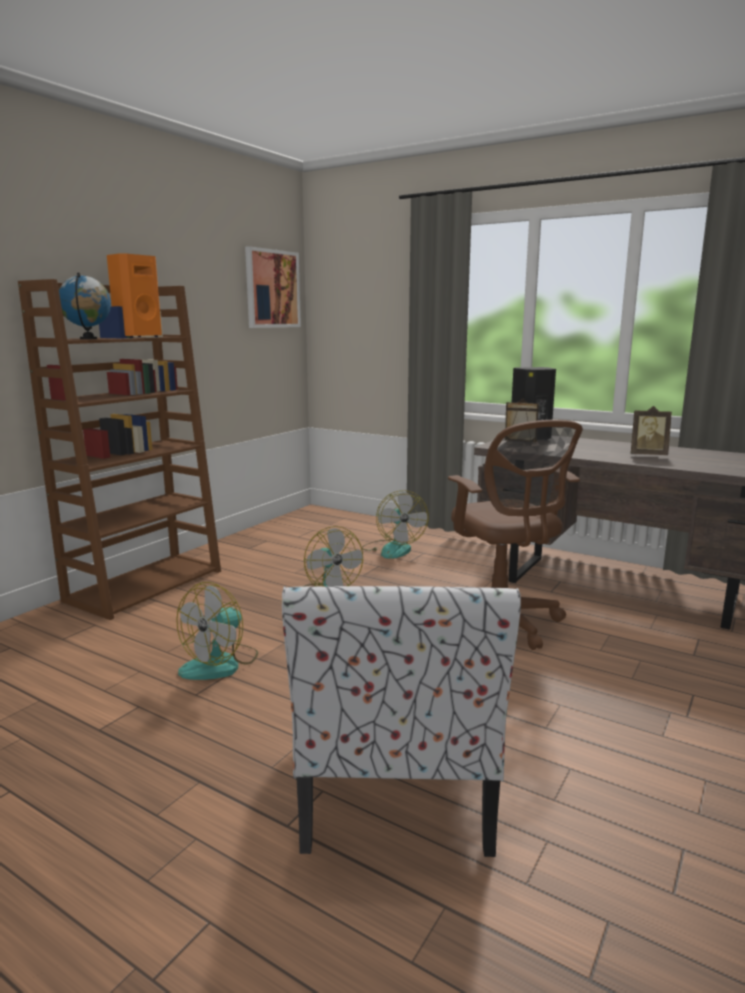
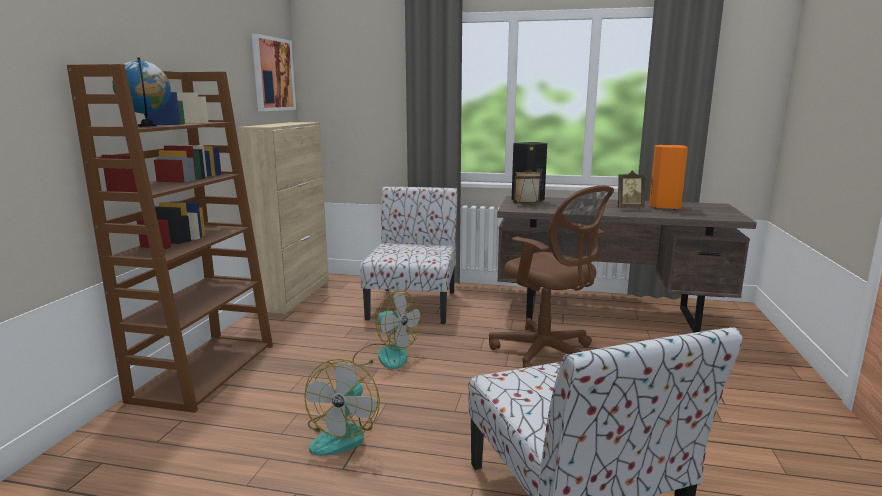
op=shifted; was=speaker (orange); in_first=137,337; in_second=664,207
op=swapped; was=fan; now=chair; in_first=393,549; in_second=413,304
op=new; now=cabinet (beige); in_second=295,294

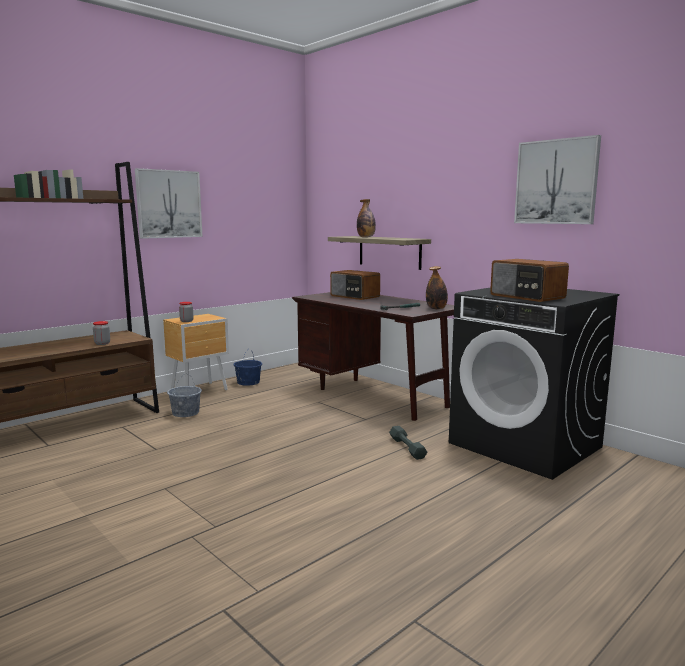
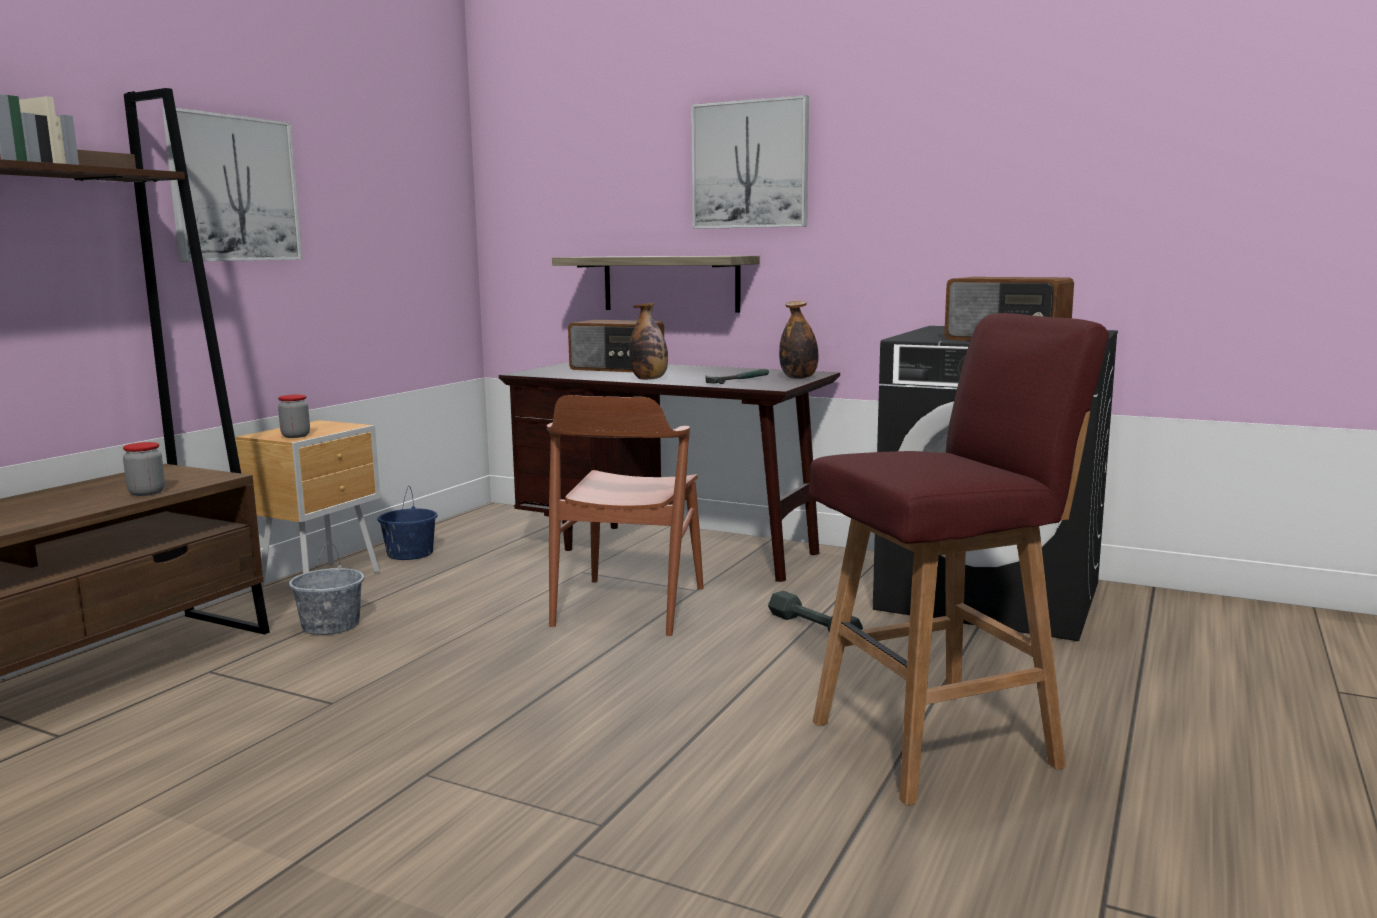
op=shifted; was=picture; in_first=556,182; in_second=750,165
op=shifted; was=bottle; in_first=366,237; in_second=649,379
op=new; now=stool (red); in_second=939,743
op=new; now=chair (brown); in_second=629,606

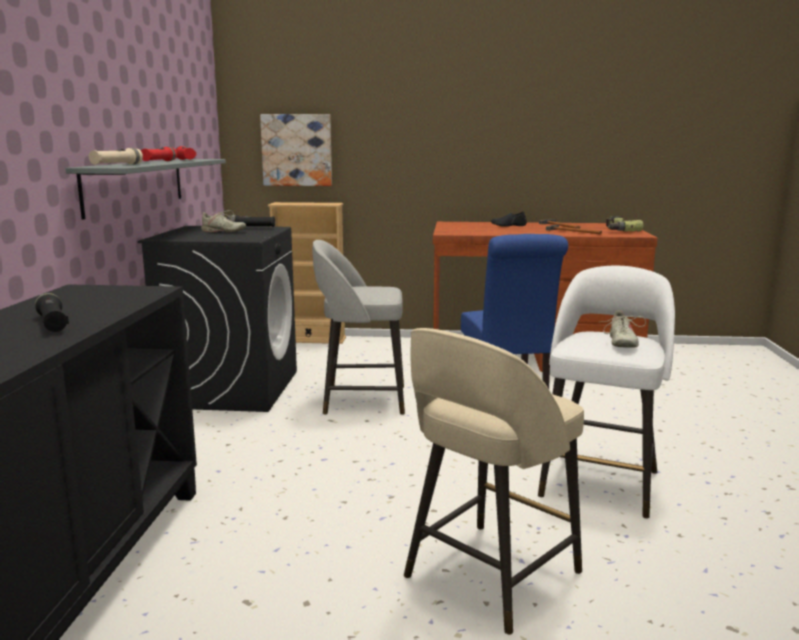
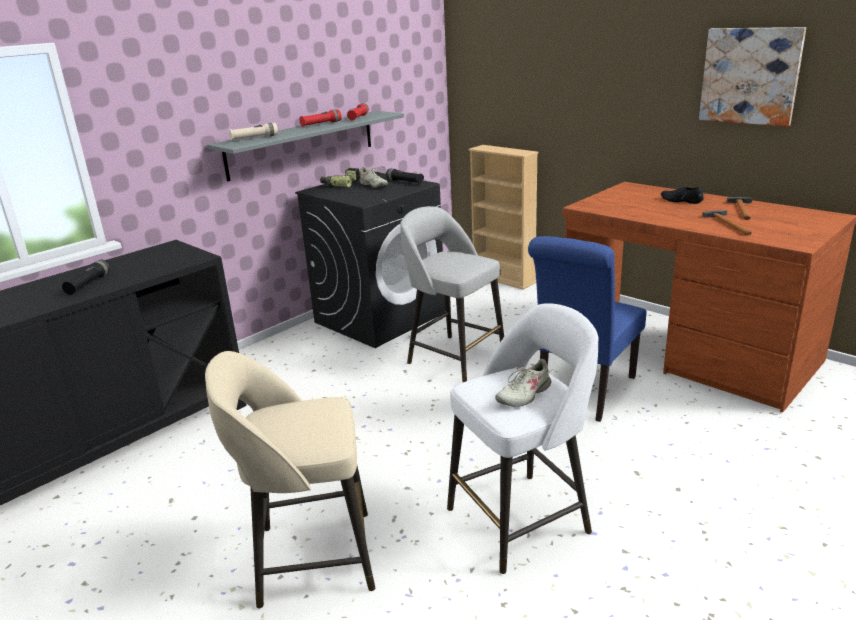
op=shifted; was=picture; in_first=297,150; in_second=750,76
op=shifted; was=power drill; in_first=617,230; in_second=341,183

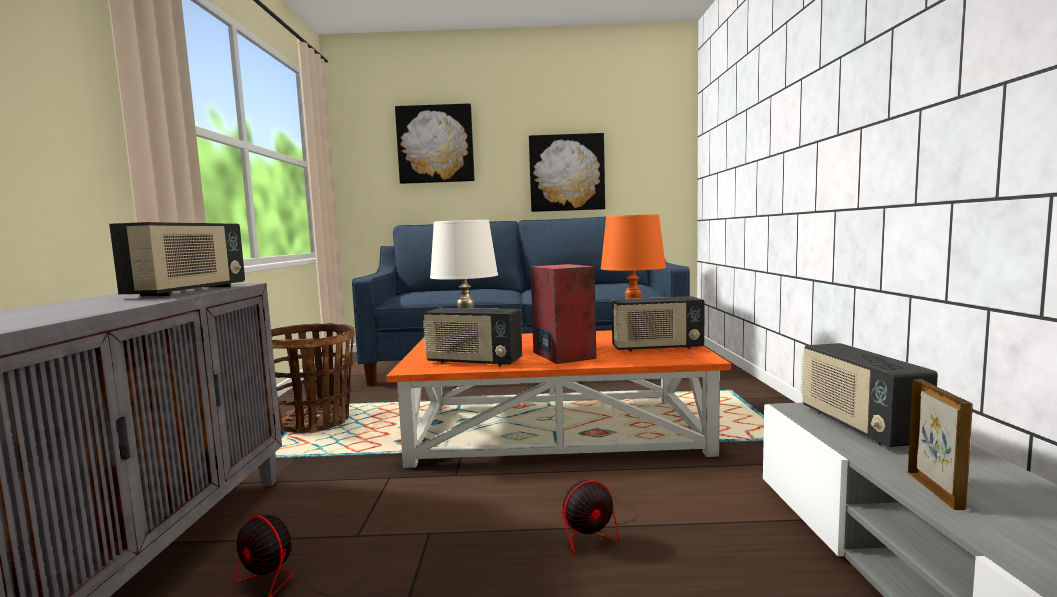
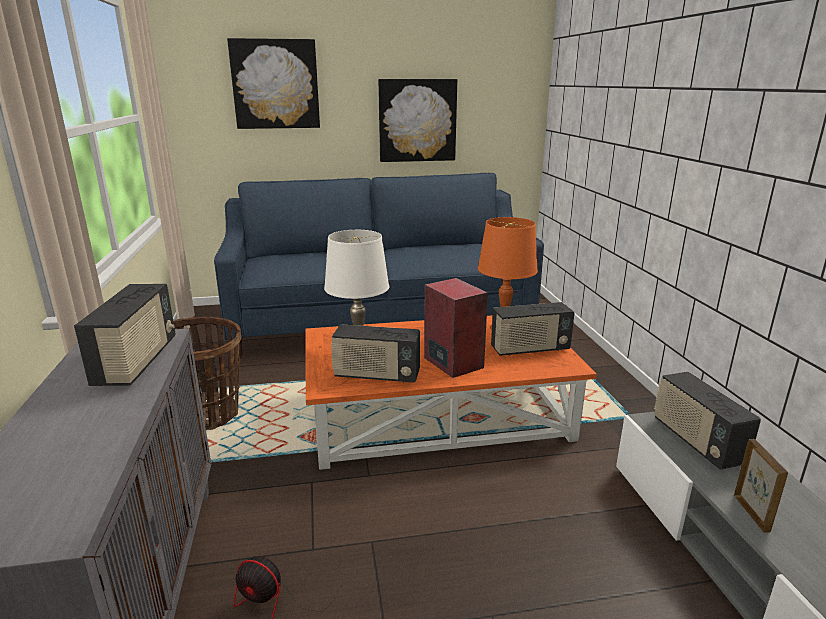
op=gone; was=fan; in_first=594,527

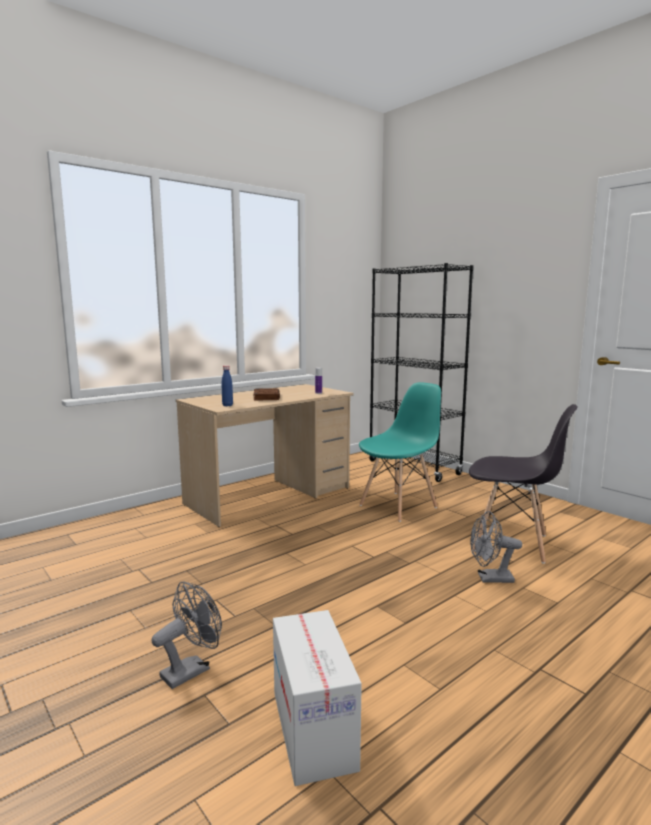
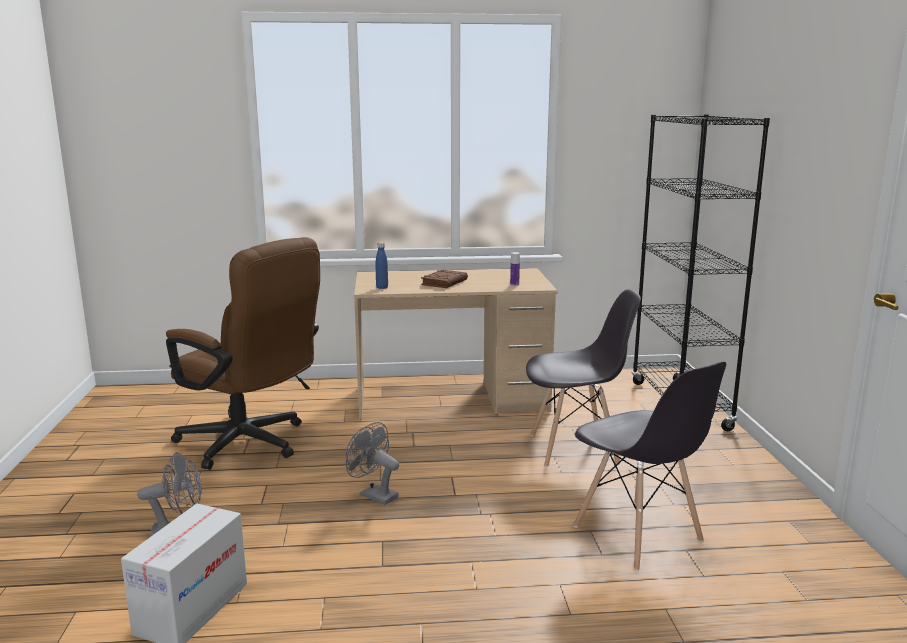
op=repainted; was=chair (turquoise); now=chair (grey); in_first=398,506; in_second=575,449
op=shifted; was=fan (grey); in_first=490,578; in_second=373,495
op=new; now=office chair (brown); in_second=250,444

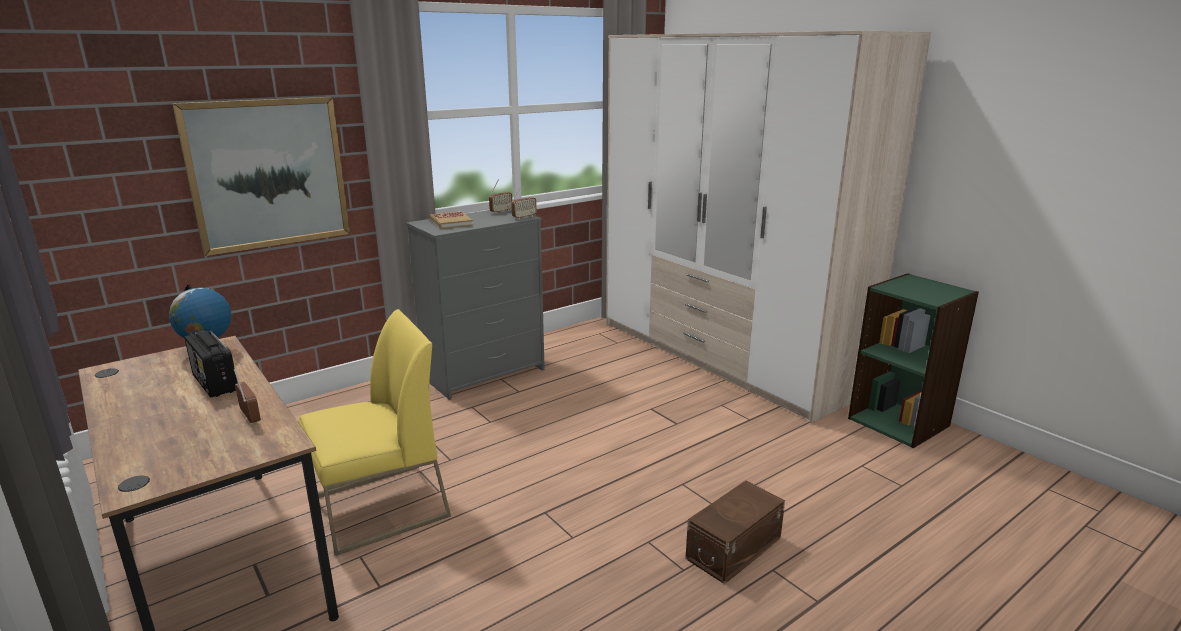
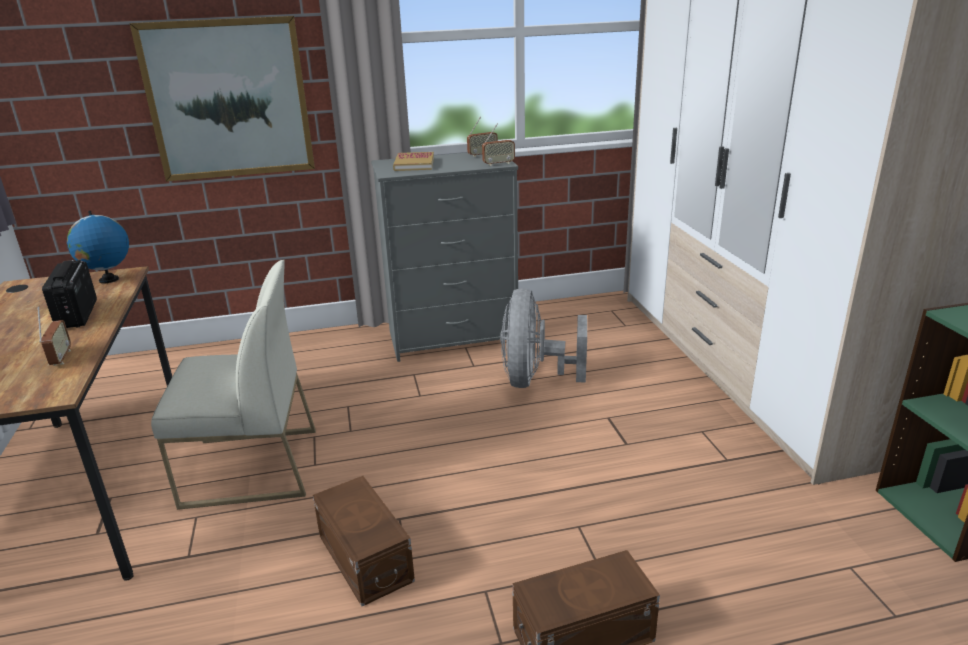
op=repainted; was=chair (yellow); now=chair (white); in_first=379,508; in_second=250,468
op=new; now=fan (grey); in_second=535,379
op=new; now=storage box (brown); in_second=364,559

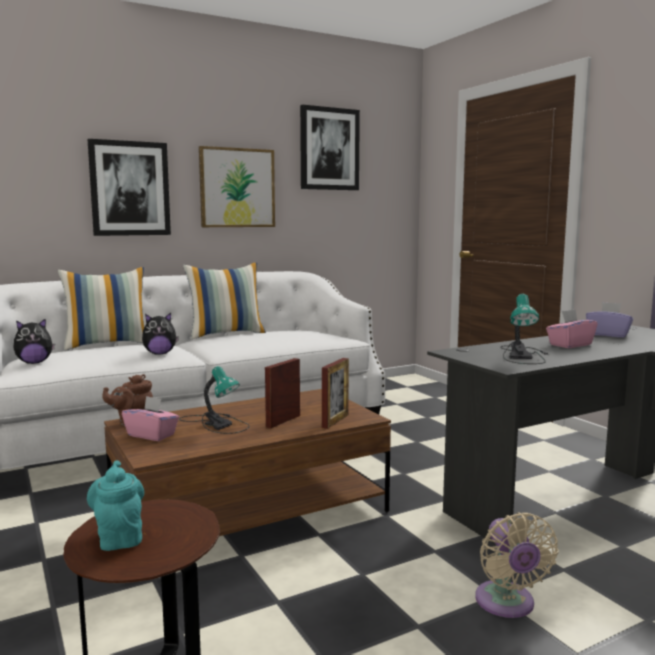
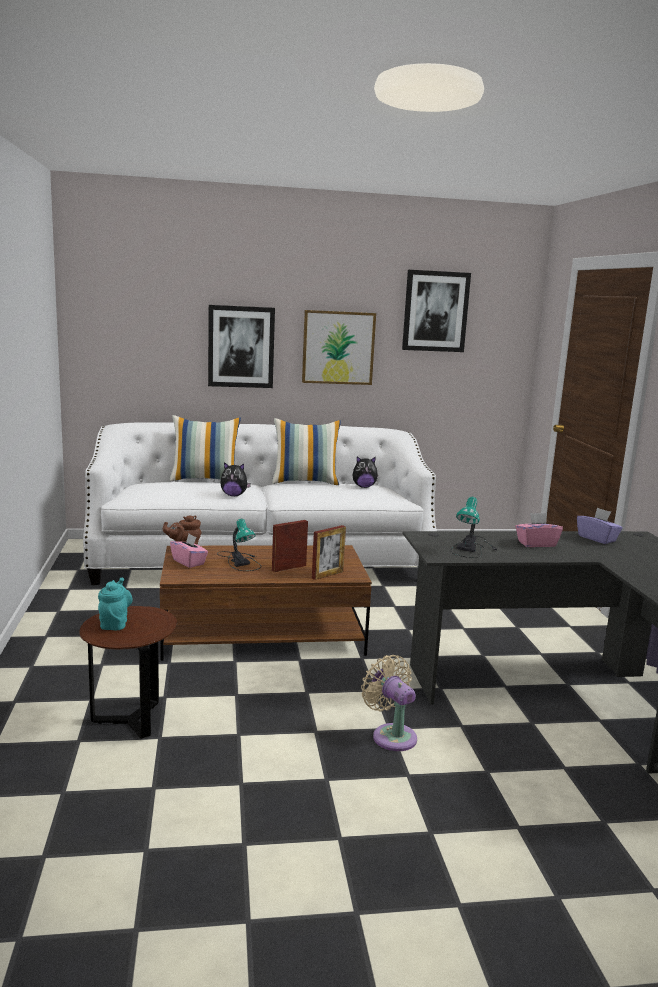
op=shifted; was=plush toy; in_first=34,363; in_second=364,487
op=rotated; was=fan (beige); in_first=507,604; in_second=391,735; clockwise=135

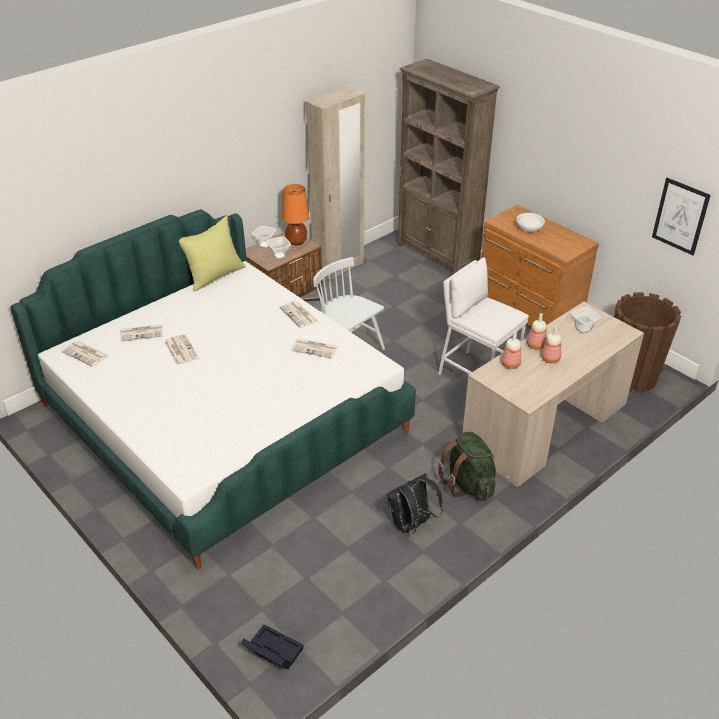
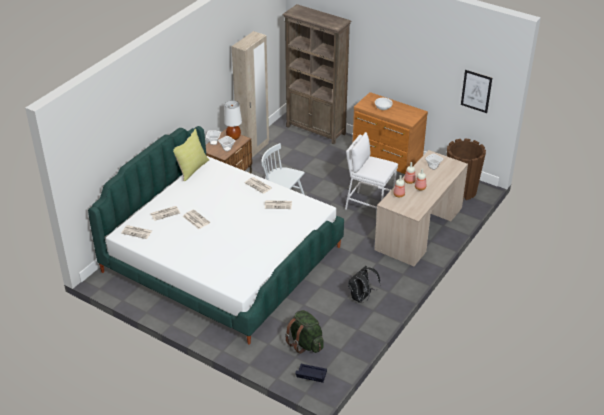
op=repainted; was=table lamp (orange); now=table lamp (white); in_first=296,241; in_second=233,137
op=shifted; was=backpack (green); in_first=468,484; in_second=305,343

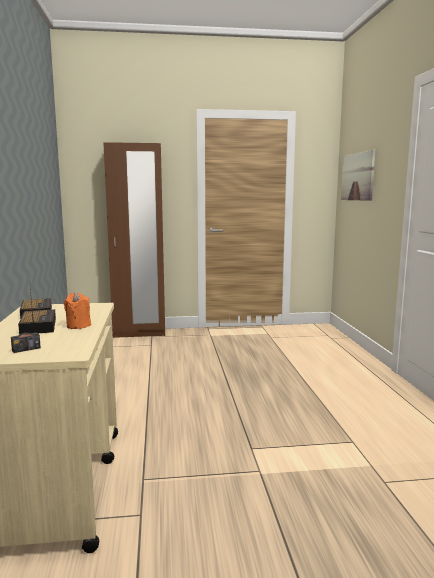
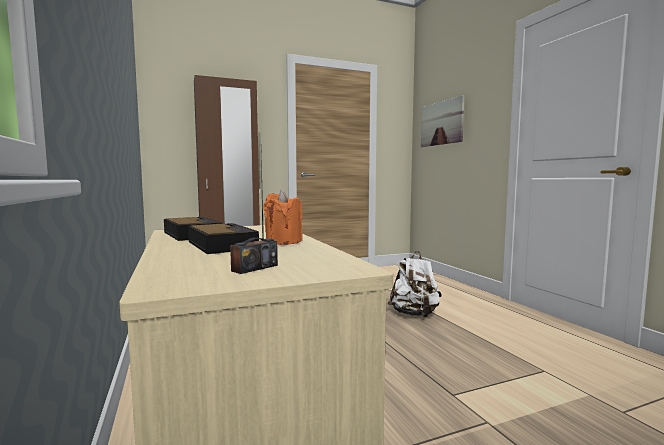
op=new; now=backpack (white); in_second=414,314

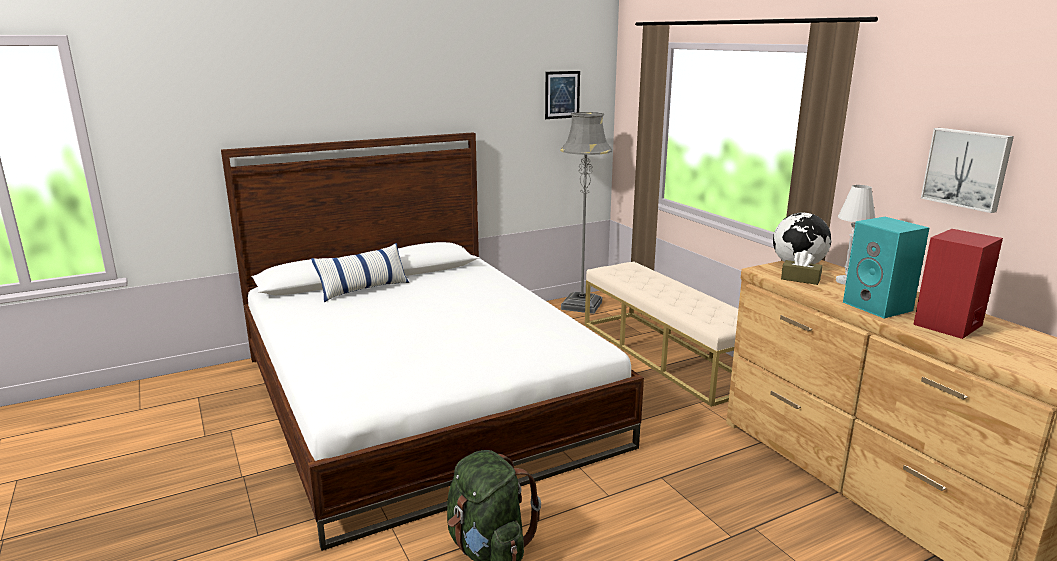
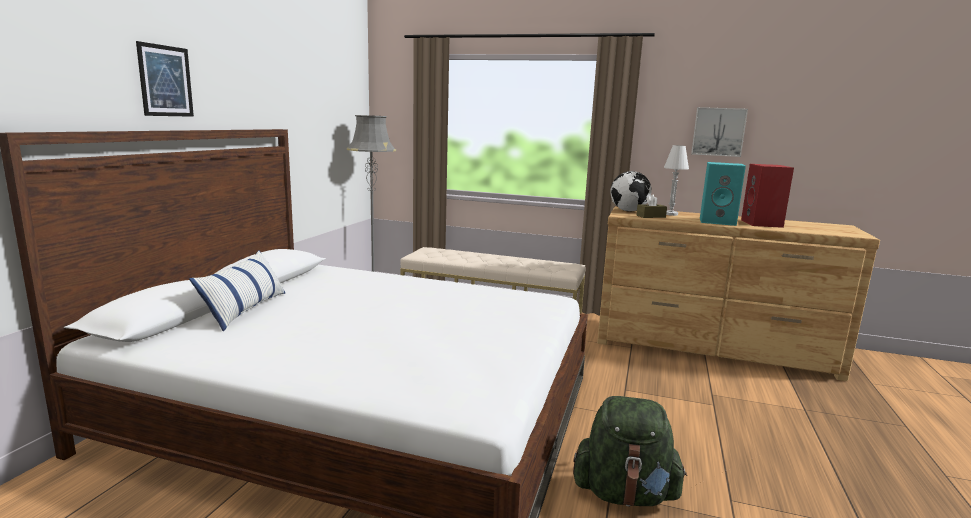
op=shifted; was=picture; in_first=562,95; in_second=165,81

